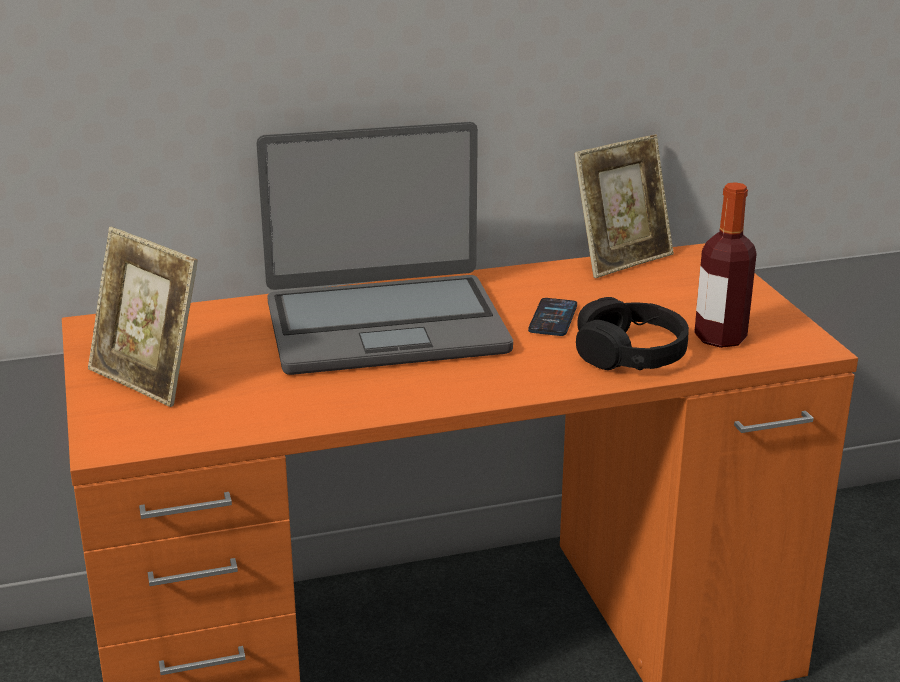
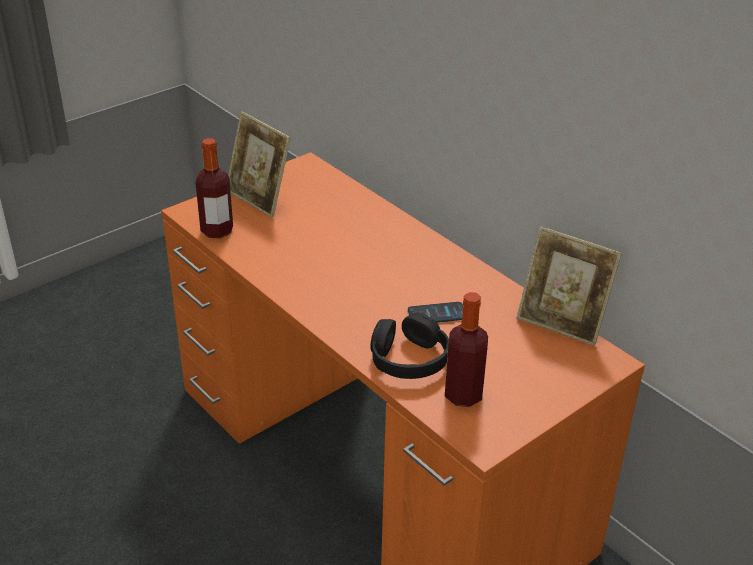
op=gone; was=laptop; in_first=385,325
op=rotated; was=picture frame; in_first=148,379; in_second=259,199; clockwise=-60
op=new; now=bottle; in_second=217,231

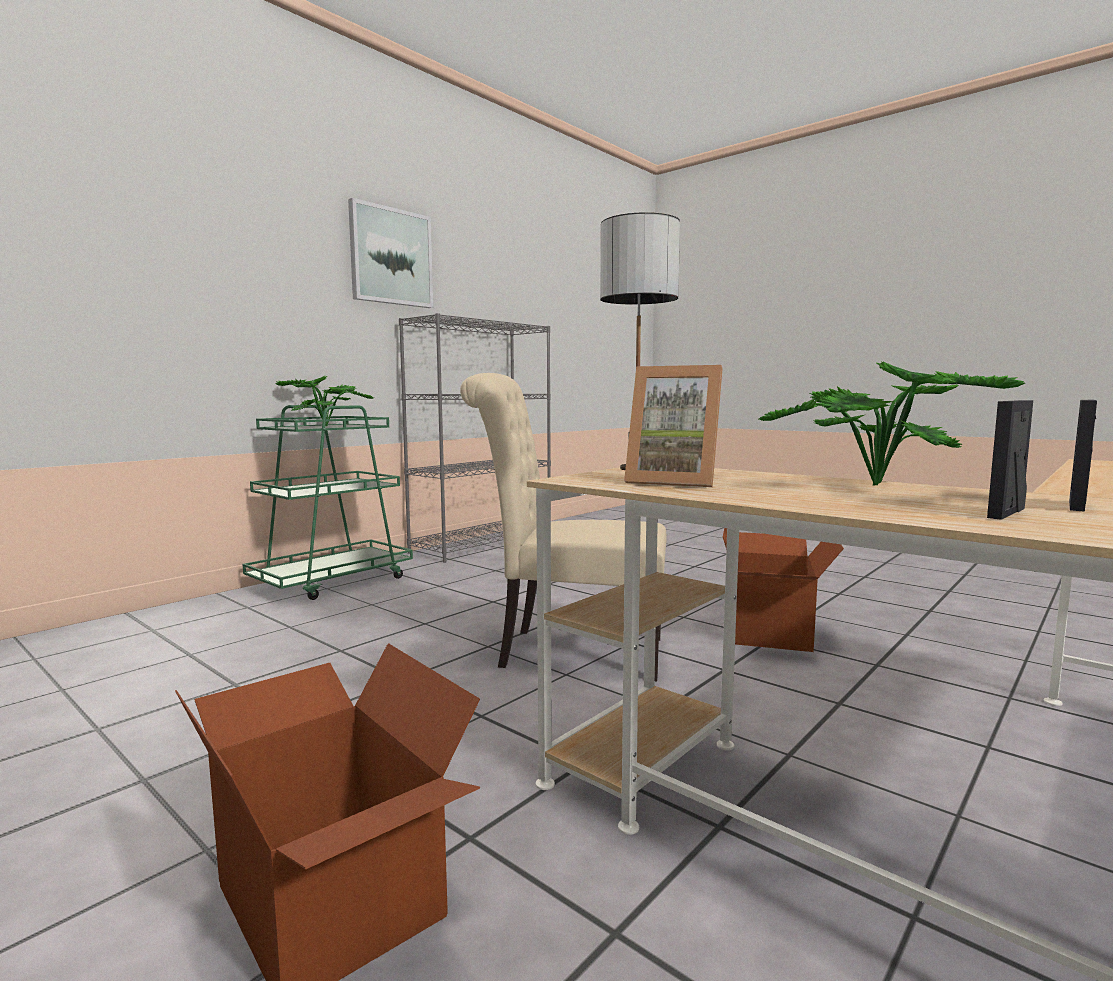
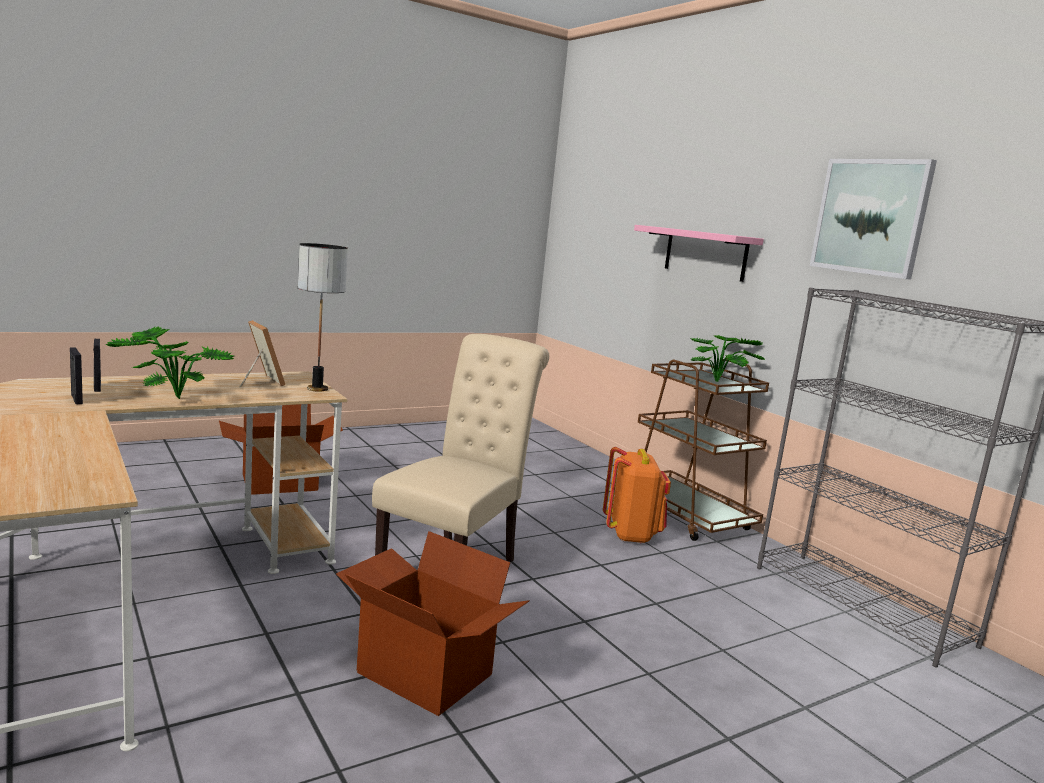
op=rotated; was=picture frame; in_first=674,481; in_second=260,382; clockwise=105
op=repainted; was=cart (green); now=cart (brown); in_first=333,581; in_second=686,516
op=new; now=shelf (pink); in_second=705,253
op=new; now=backpack (orange); in_second=631,535

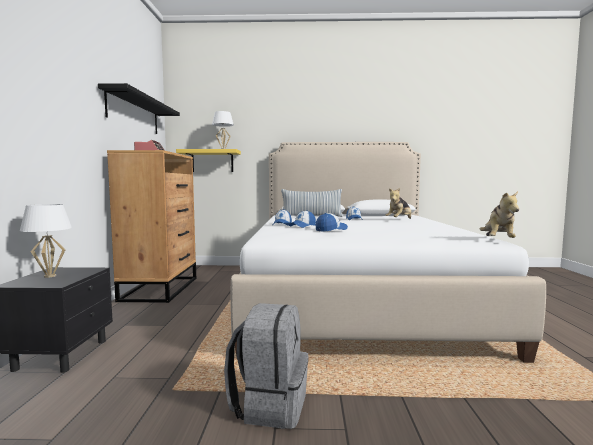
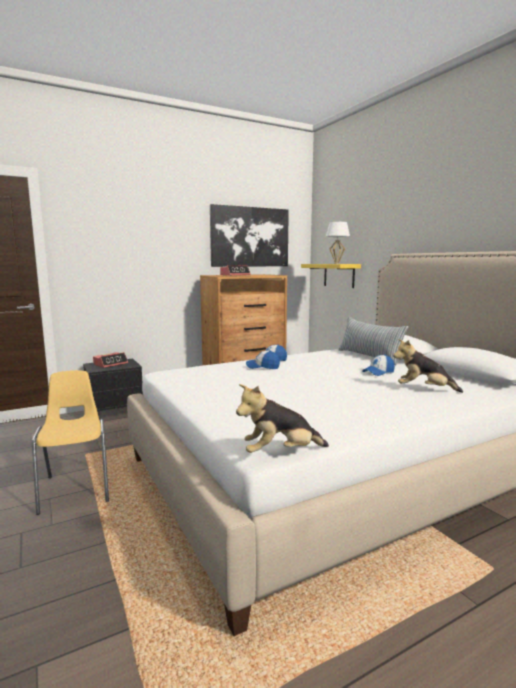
op=swapped; was=shelf (black); now=picture; in_first=134,113; in_second=250,237
op=swapped; was=table lamp (white); now=alarm clock; in_first=50,276; in_second=111,364
op=gone; was=cap; in_first=331,230
op=swapped; was=backpack (grey); now=chair (yellow); in_first=269,405; in_second=76,489

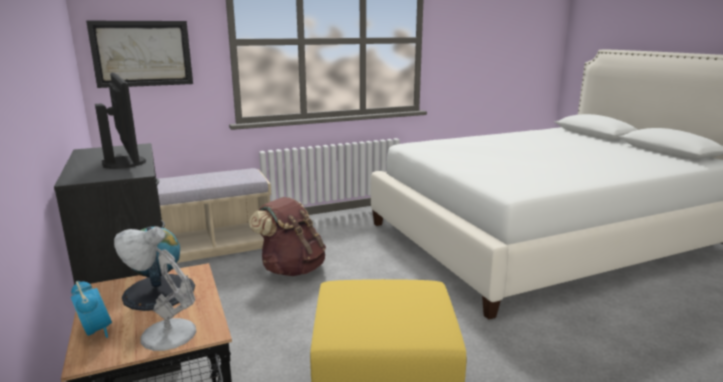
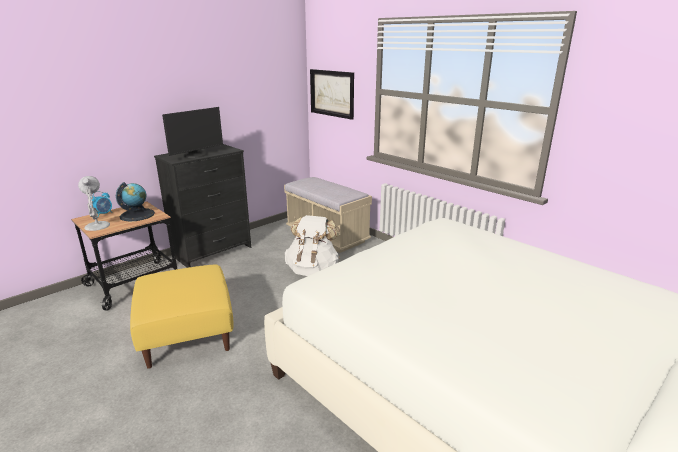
op=repainted; was=backpack (brown); now=backpack (white); in_first=292,269; in_second=313,270

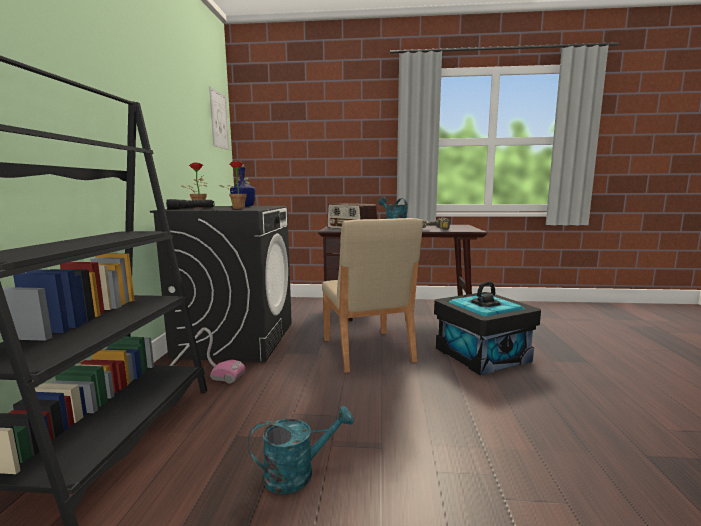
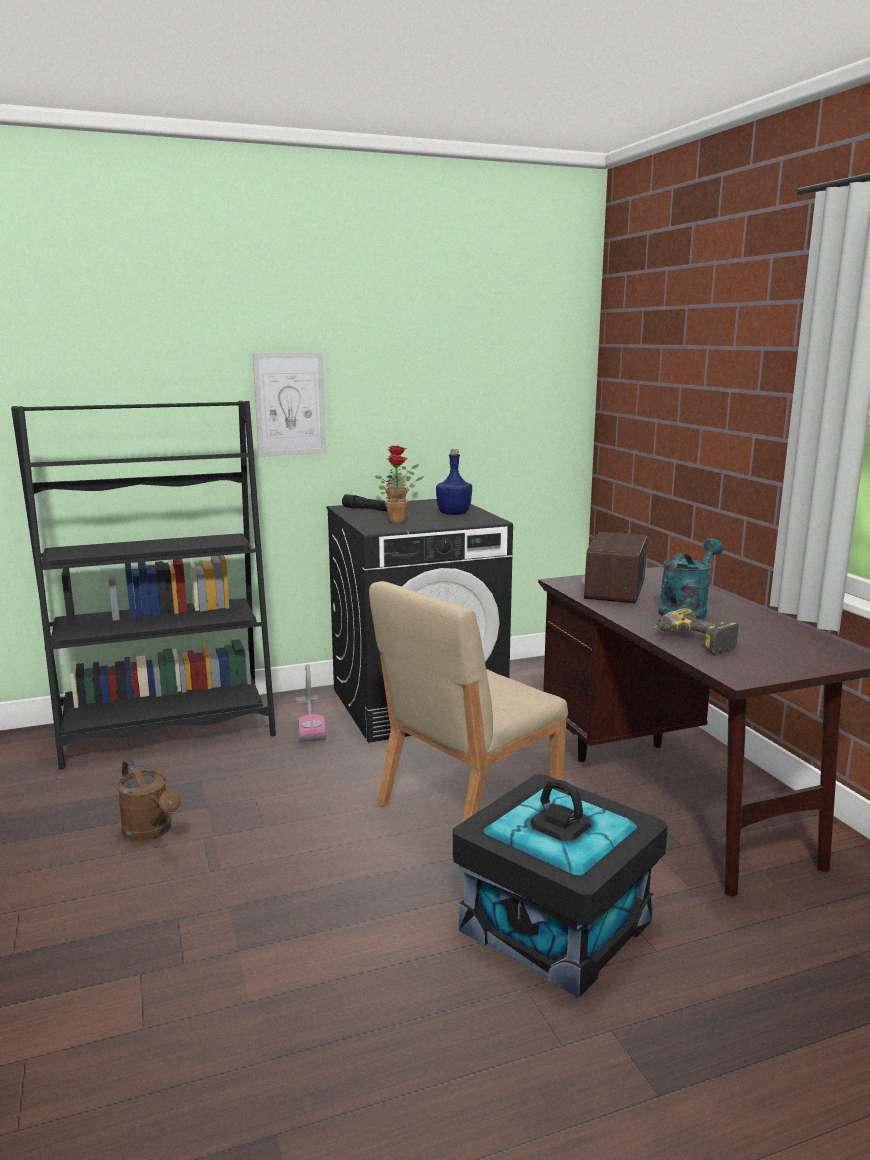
op=shifted; was=picture; in_first=219,120; in_second=290,404
op=repainted; was=watering can (turquoise); now=watering can (brown); in_first=298,473; in_second=151,832

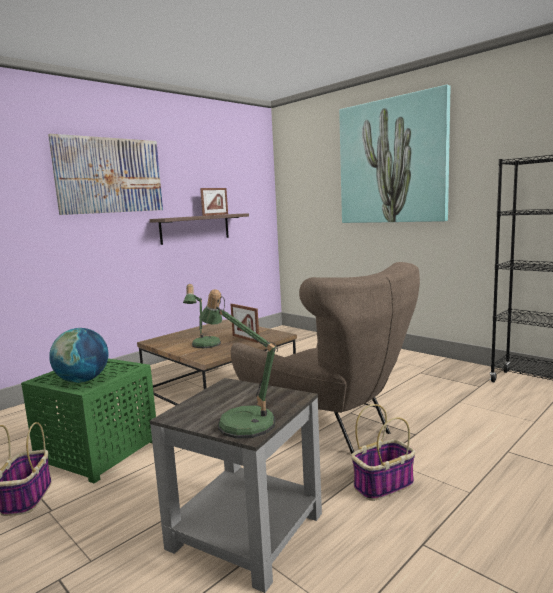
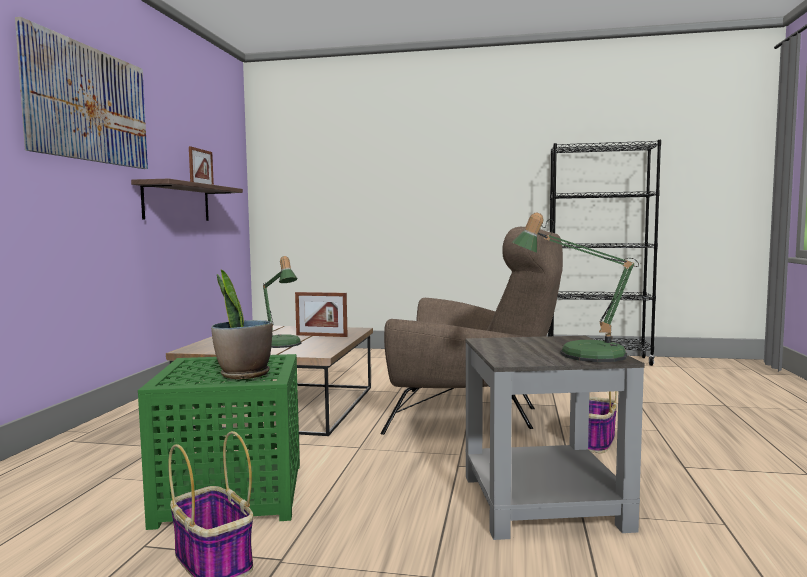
op=gone; was=picture; in_first=392,161
op=swapped; was=globe; now=potted plant; in_first=83,380; in_second=243,375

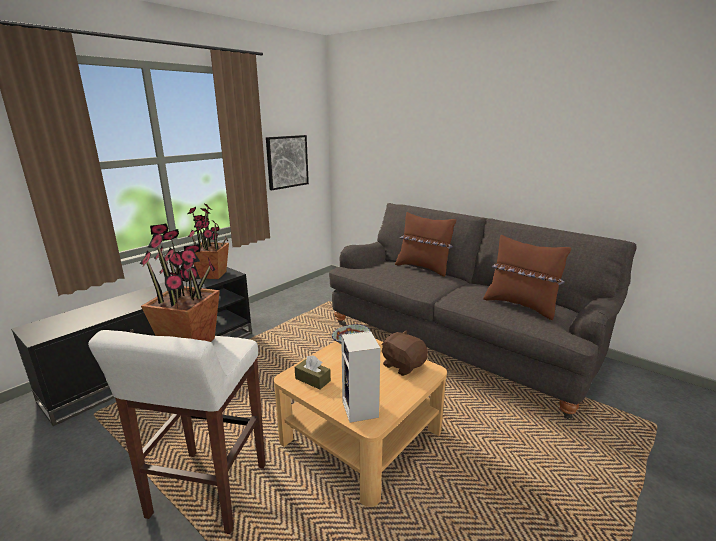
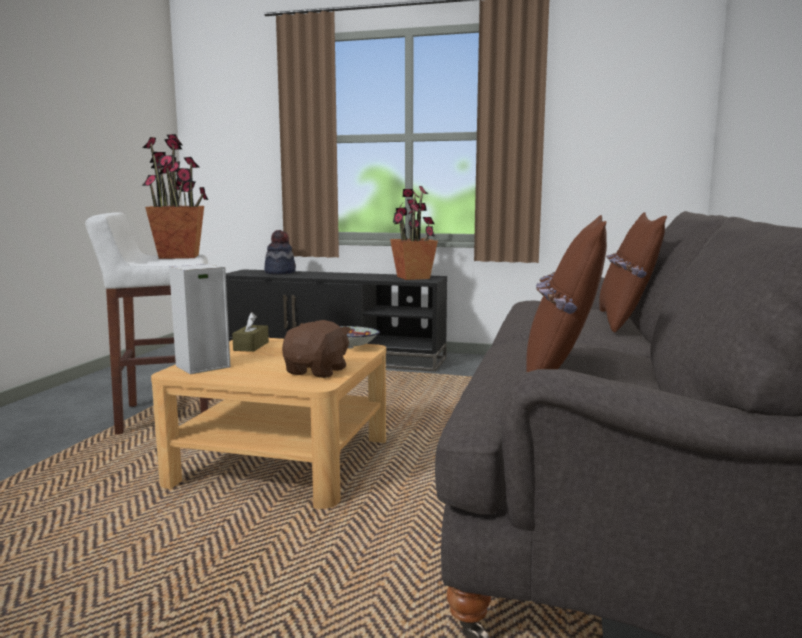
op=gone; was=picture; in_first=287,161
op=new; now=hat; in_second=280,272

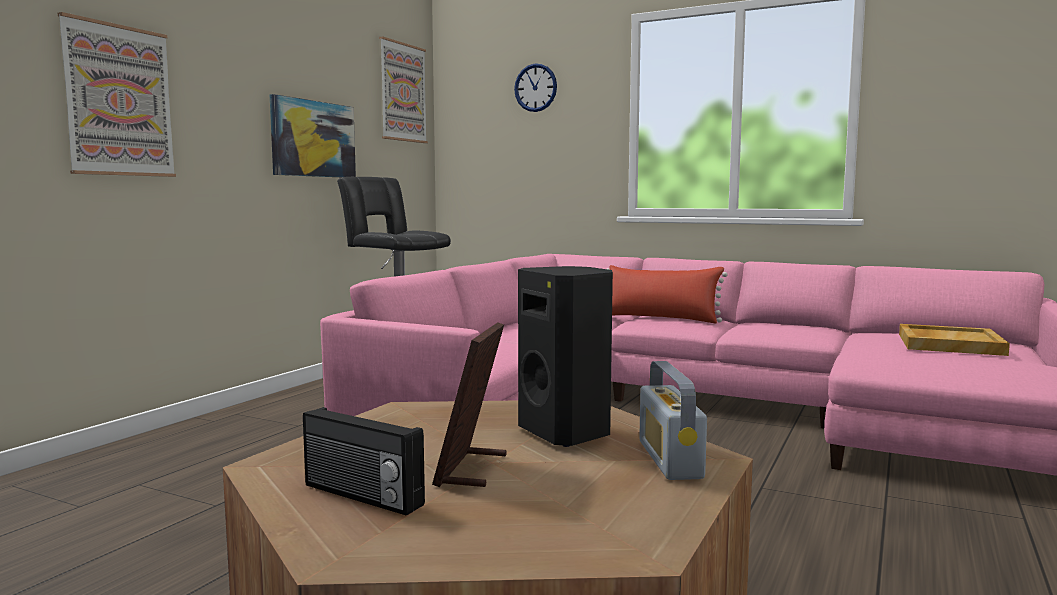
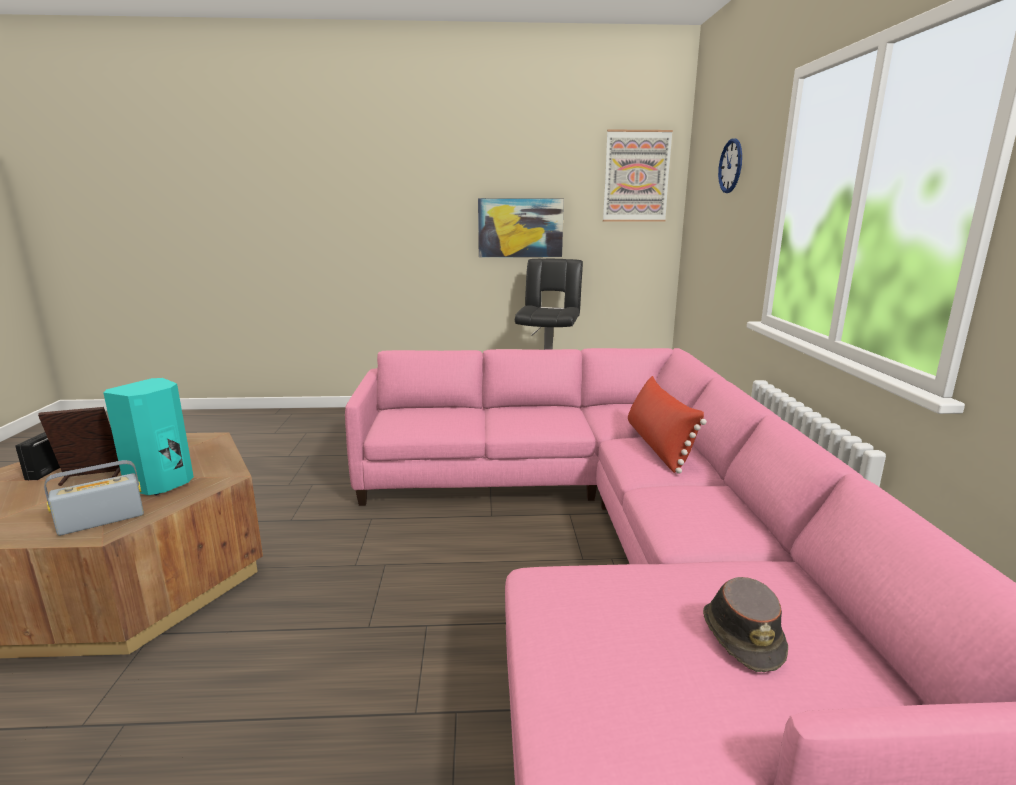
op=gone; was=picture; in_first=119,101
op=repainted; was=speaker (black); now=speaker (turquoise); in_first=567,433; in_second=162,484
op=swapped; was=tray (beige); now=hat (brown); in_first=948,344; in_second=742,635

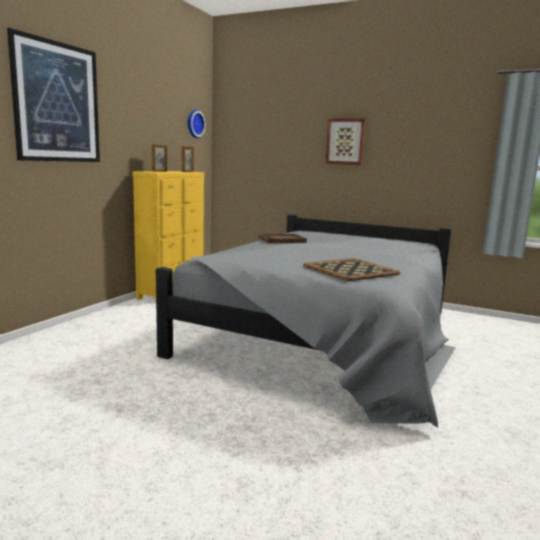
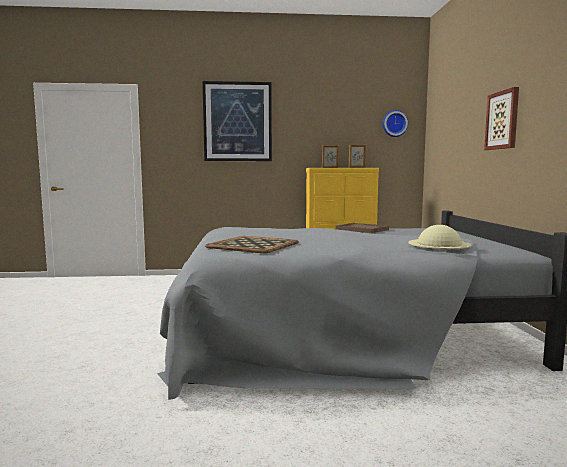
op=new; now=hat (beige); in_second=439,244

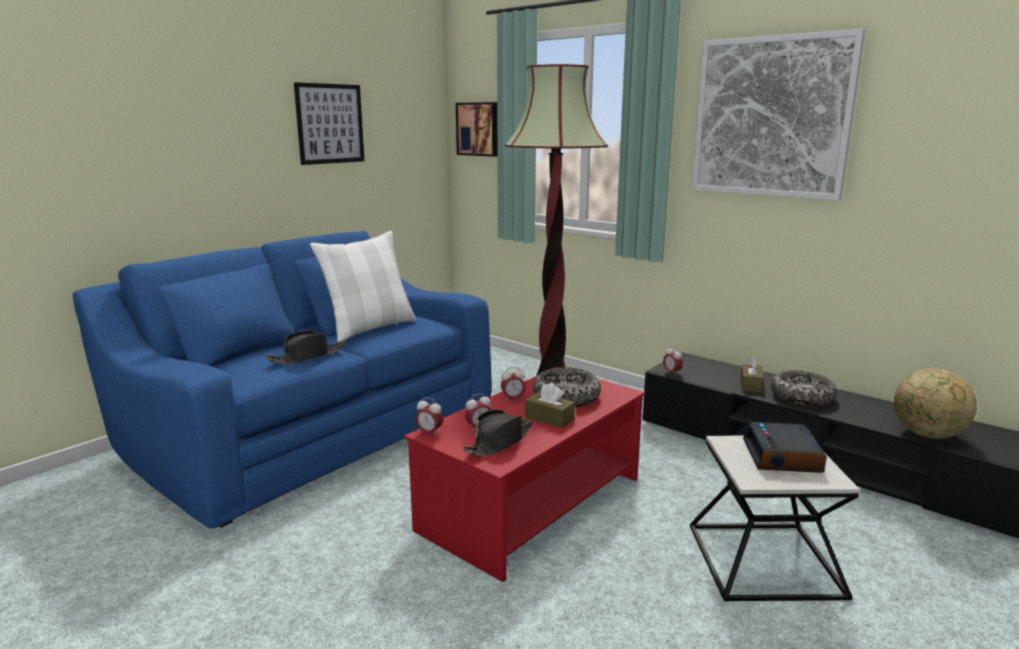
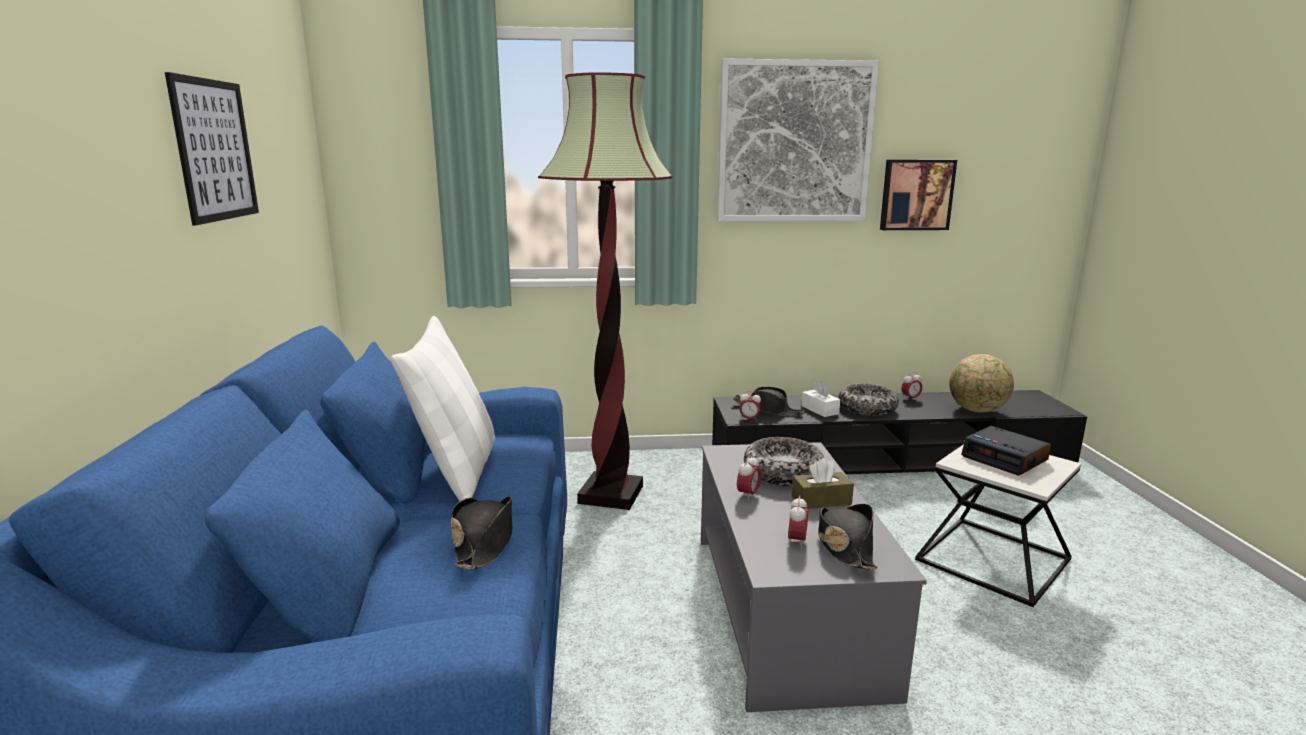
op=shifted; was=picture; in_first=478,129; in_second=916,194
op=repainted; was=tissue box (brown); now=tissue box (white); in_first=750,385; in_second=820,410
op=repainted; was=coffee table (red); now=coffee table (grey); in_first=533,503; in_second=786,608
op=shifted; was=alarm clock; in_first=429,433; in_second=910,398
op=new; now=hat (black); in_second=768,410

